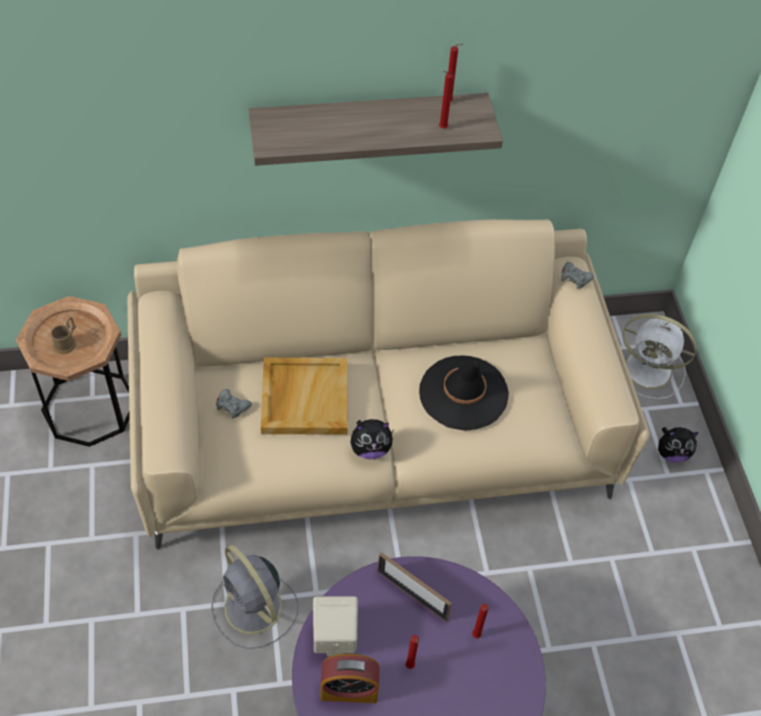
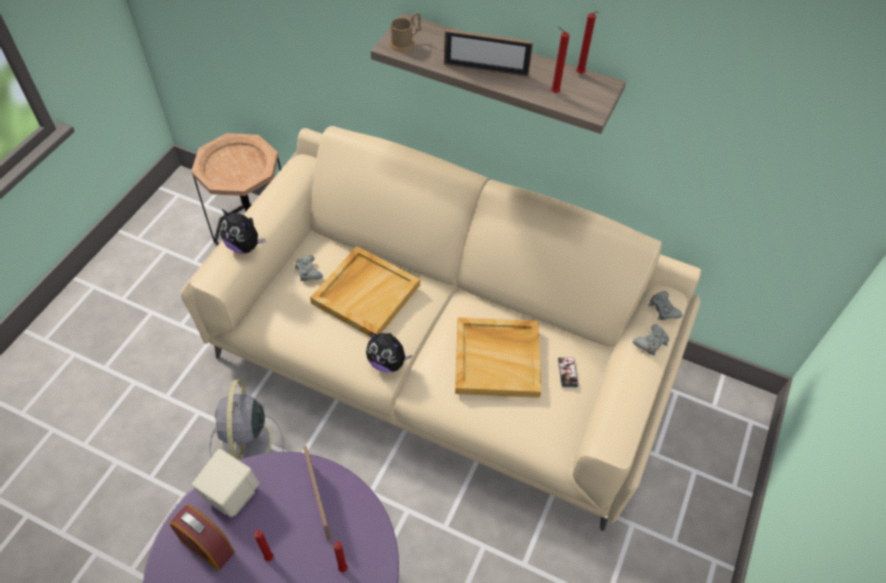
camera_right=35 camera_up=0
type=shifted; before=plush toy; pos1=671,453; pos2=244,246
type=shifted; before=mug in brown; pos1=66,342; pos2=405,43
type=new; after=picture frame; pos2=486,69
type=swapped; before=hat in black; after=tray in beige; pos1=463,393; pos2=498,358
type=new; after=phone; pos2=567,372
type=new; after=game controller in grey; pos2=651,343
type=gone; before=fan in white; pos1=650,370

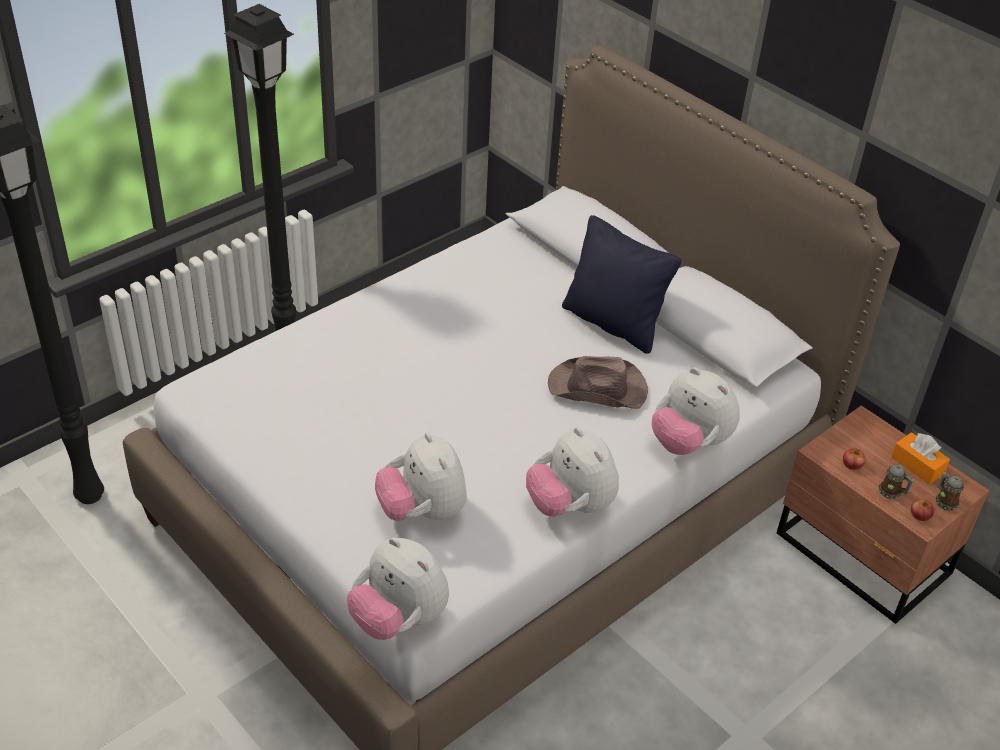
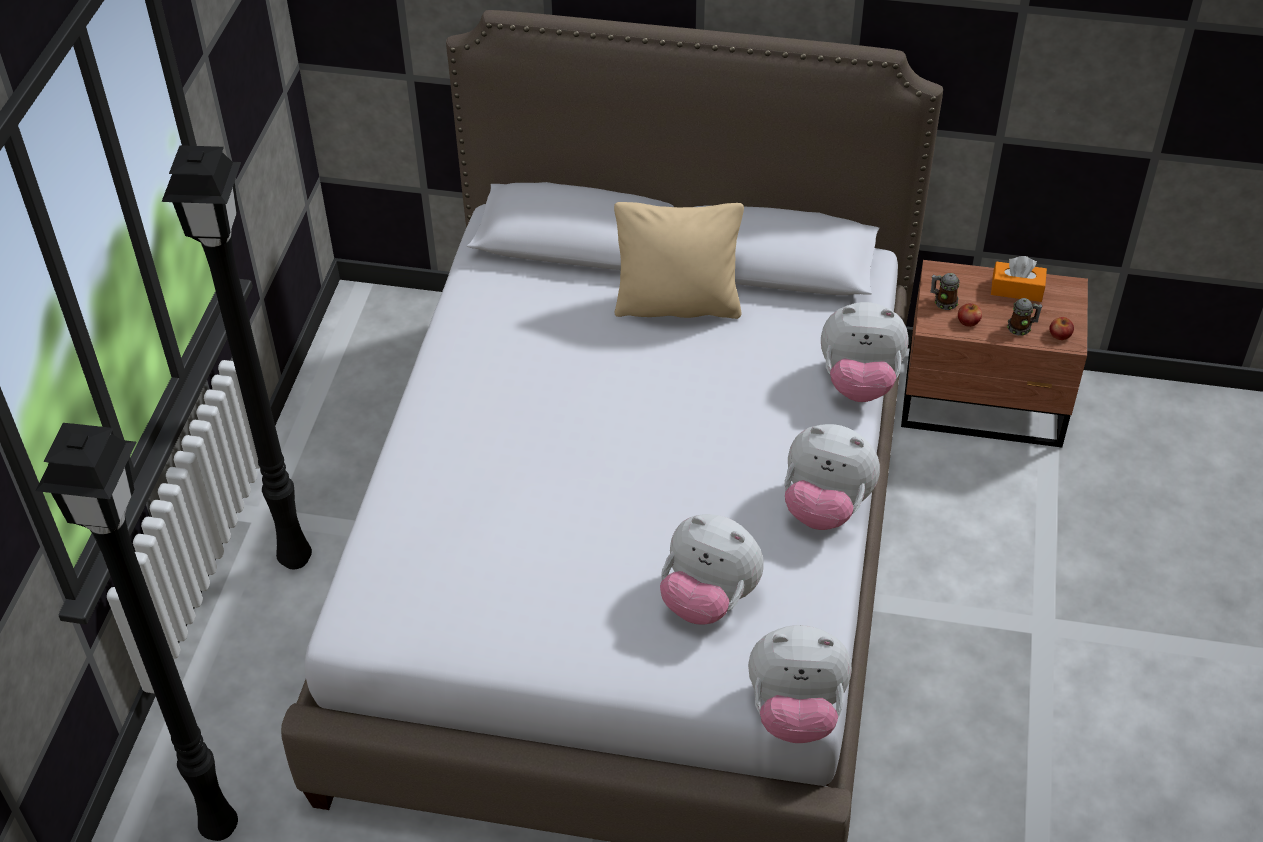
camera_right=-35 camera_up=5
type=repainted; before=pillow in black; after=pillow in beige; pos1=613,323; pos2=677,305
type=shifted; before=mug; pos1=944,501; pos2=943,301
type=gone; before=hat in brown; pos1=598,389

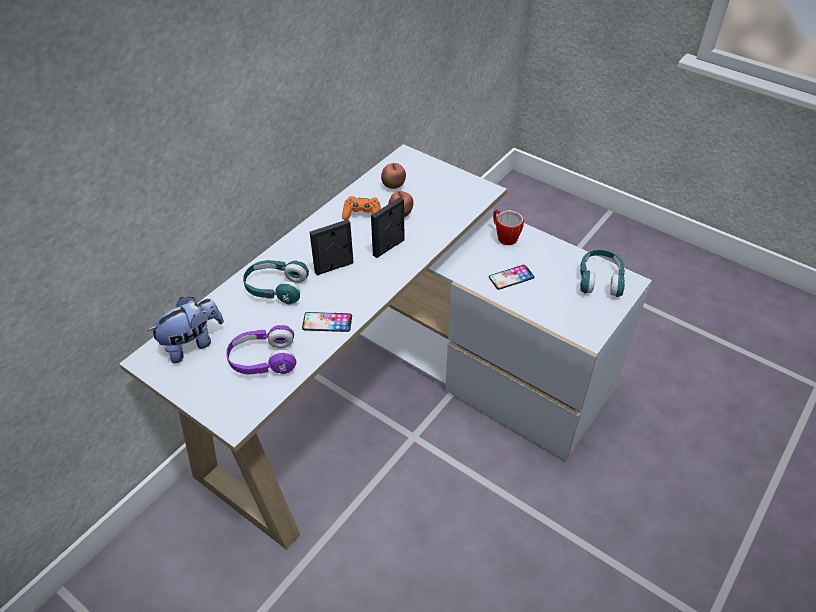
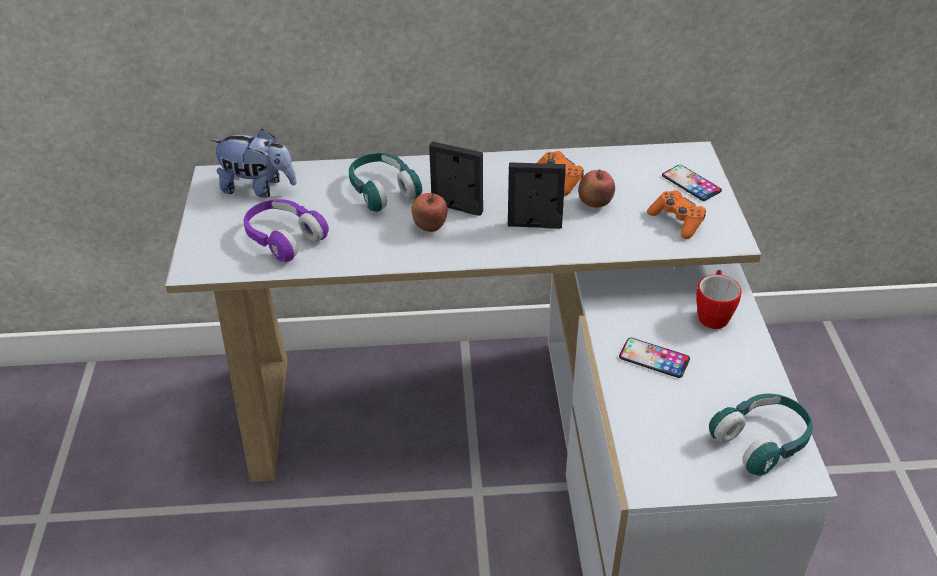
camera_right=50 camera_up=-5
type=shifted; before=apple; pos1=393,186; pos2=430,227
type=new; after=game controller in orange; pos2=677,221
type=shifted; before=phone; pos1=327,322; pos2=691,183

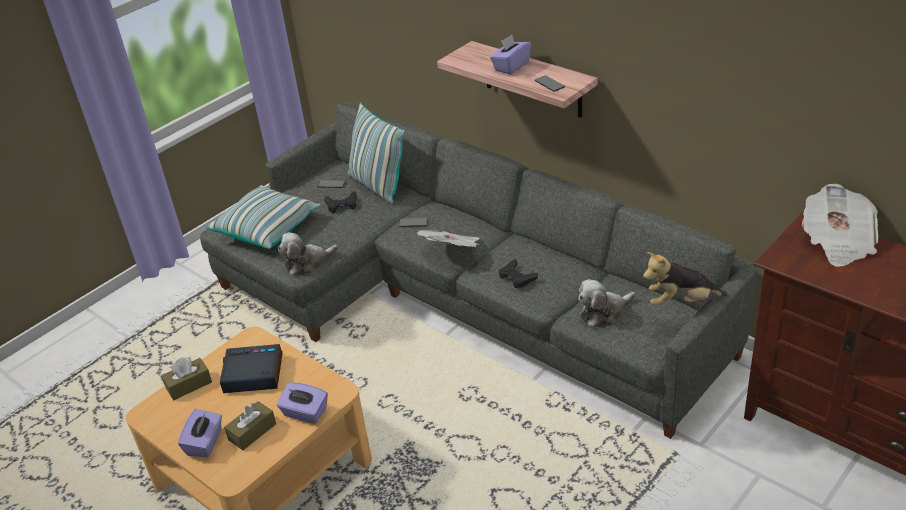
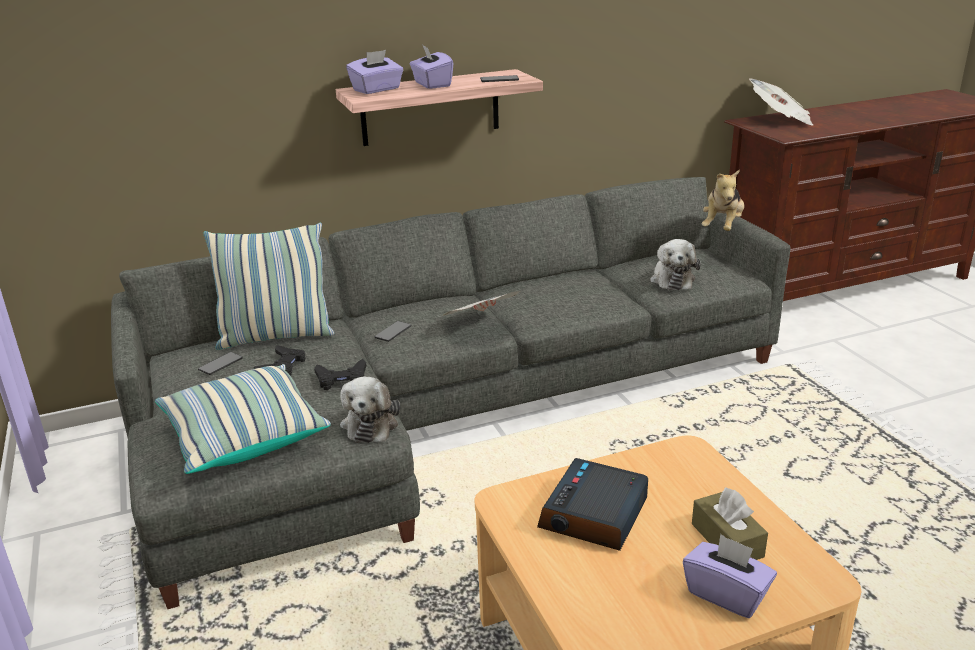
camera_right=-65 camera_up=-10
type=shifted; before=game controller in black; pos1=517,277; pos2=341,379
type=shifted; before=tissue box in purple; pos1=305,413; pos2=377,89
type=gone; before=tissue box in brown; pos1=189,385

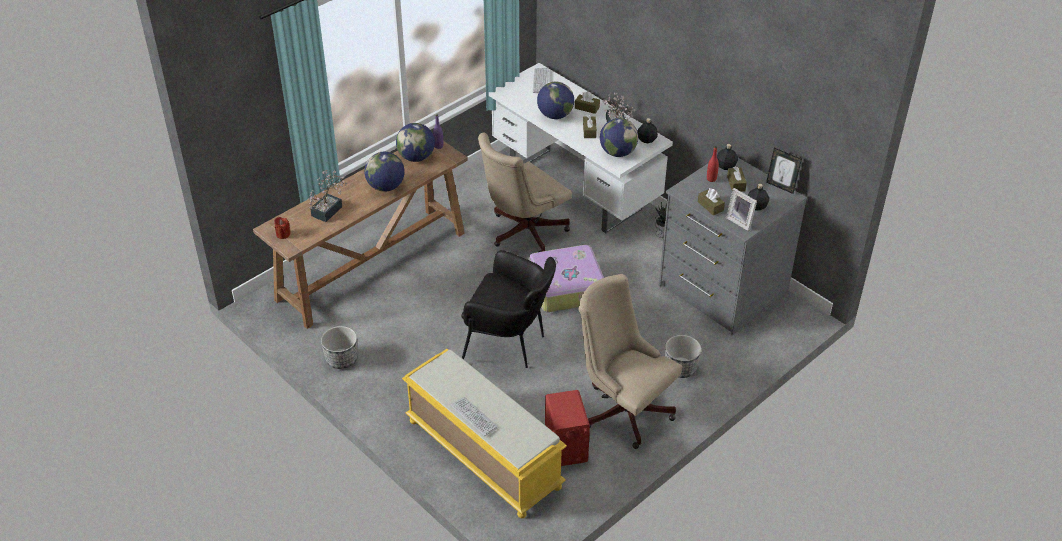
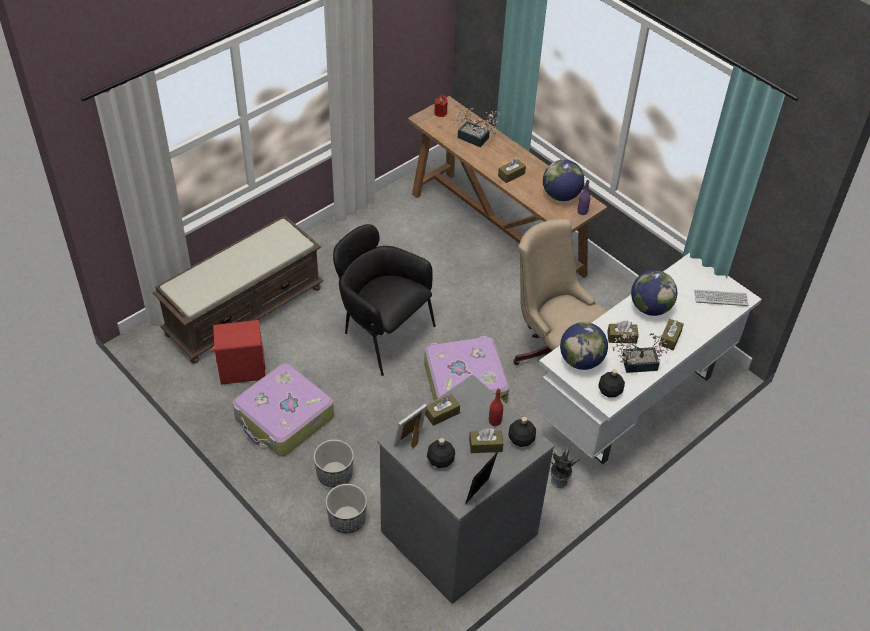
camera_right=90 camera_up=5
type=repainted; before=bench in yellow; after=bench in brown; pos1=482,454; pos2=244,310
type=swapped; before=office chair in beige; after=suitcase; pos1=623,408; pos2=284,418
type=shifted; before=planter; pos1=342,359; pos2=347,519
type=rotated; before=armchair in black; pos1=509,344; pos2=381,333; turn=105
type=swapped; before=globe; after=tissue box in brown; pos1=386,187; pos2=511,175
type=gone; before=keyboard; pos1=474,417

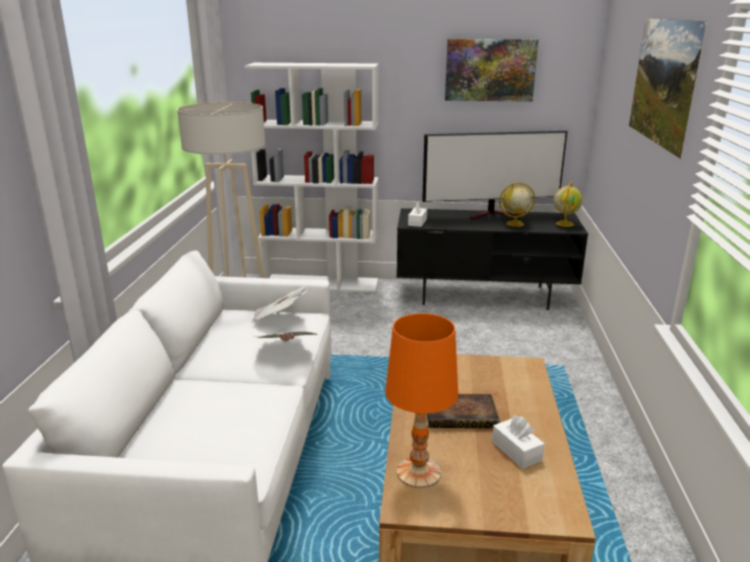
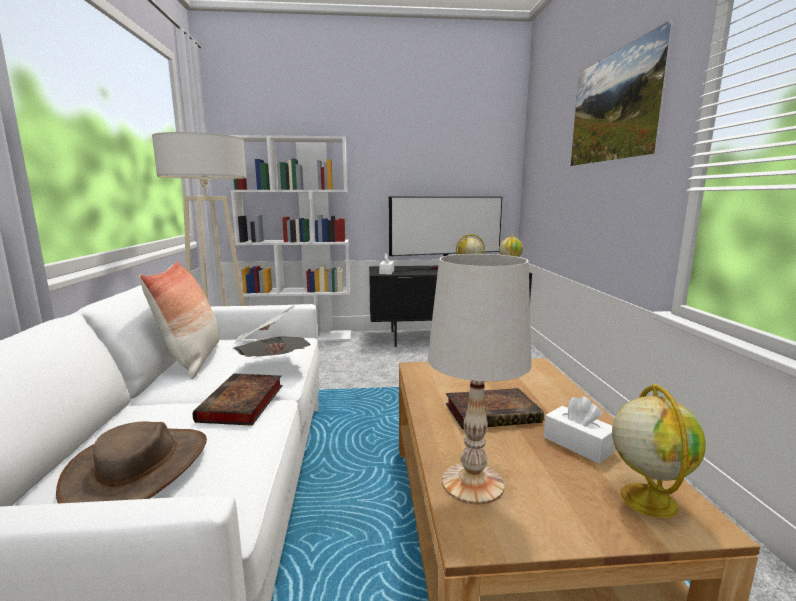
camera_right=-10 camera_up=-10
type=new; after=hat in brown; pos2=140,468
type=new; after=pillow; pos2=193,360
type=new; after=book; pos2=242,404
type=repainted; before=table lamp in orange; after=table lamp in white; pos1=419,472; pos2=473,483
type=new; after=globe; pos2=646,499
type=gone; before=picture; pos1=490,70

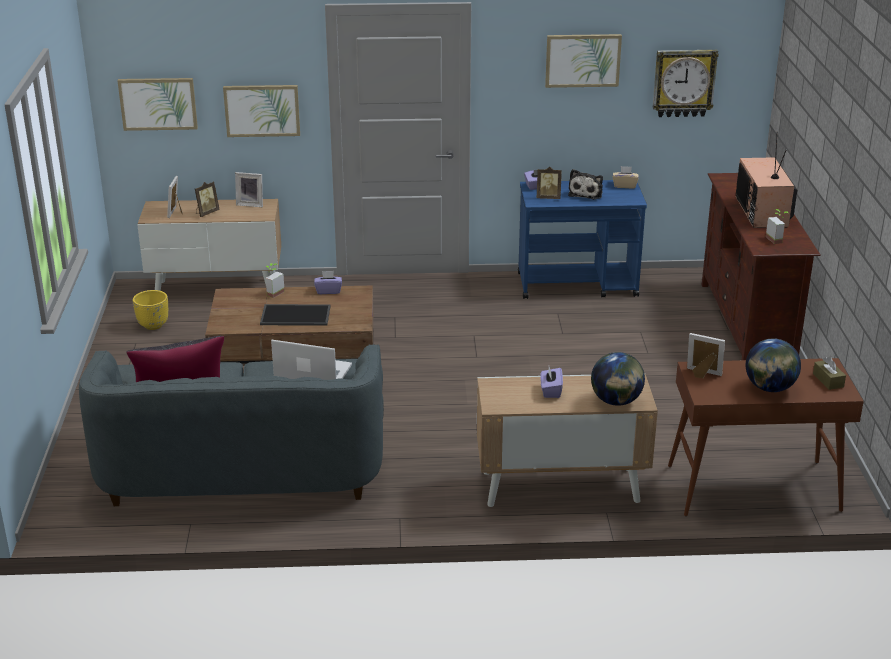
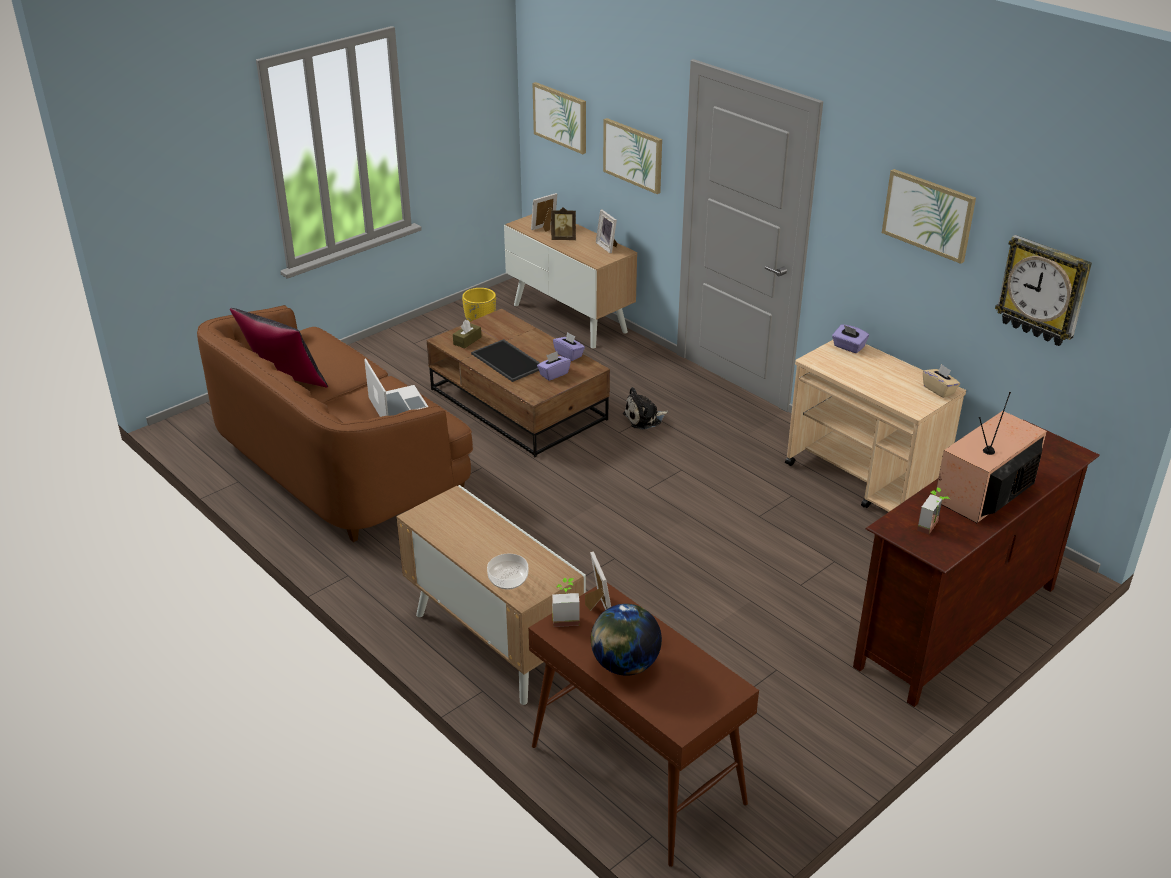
camera_right=50 camera_up=5
type=repainted; before=sofa in grey; after=sofa in brown; pos1=242,466; pos2=337,463
type=shifted; before=tissue box in brown; pos1=828,380; pos2=467,341
type=swapped; before=globe; after=bowl; pos1=616,401; pos2=508,580
type=shifted; before=tissue box in purple; pos1=550,391; pos2=553,374
type=shifted; before=potted plant; pos1=273,292; pos2=565,617
type=shifted; before=plush toy; pos1=586,193; pos2=644,418
type=repainted; before=cart in blue; after=cart in beige; pos1=578,285; pos2=864,481
type=gone; before=picture frame; pos1=548,197

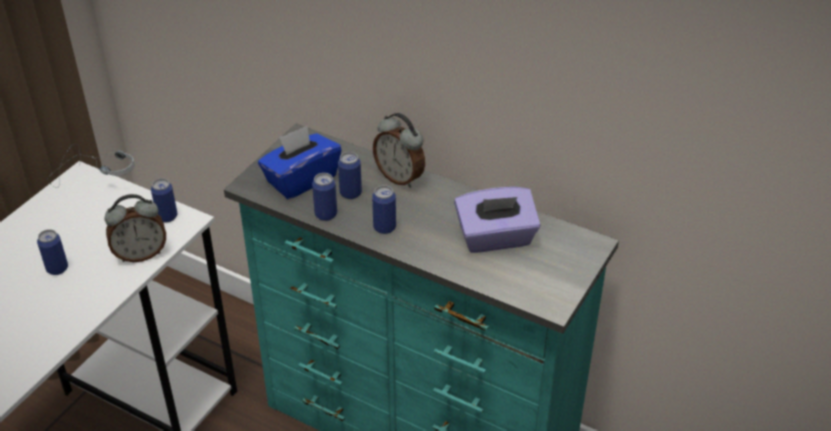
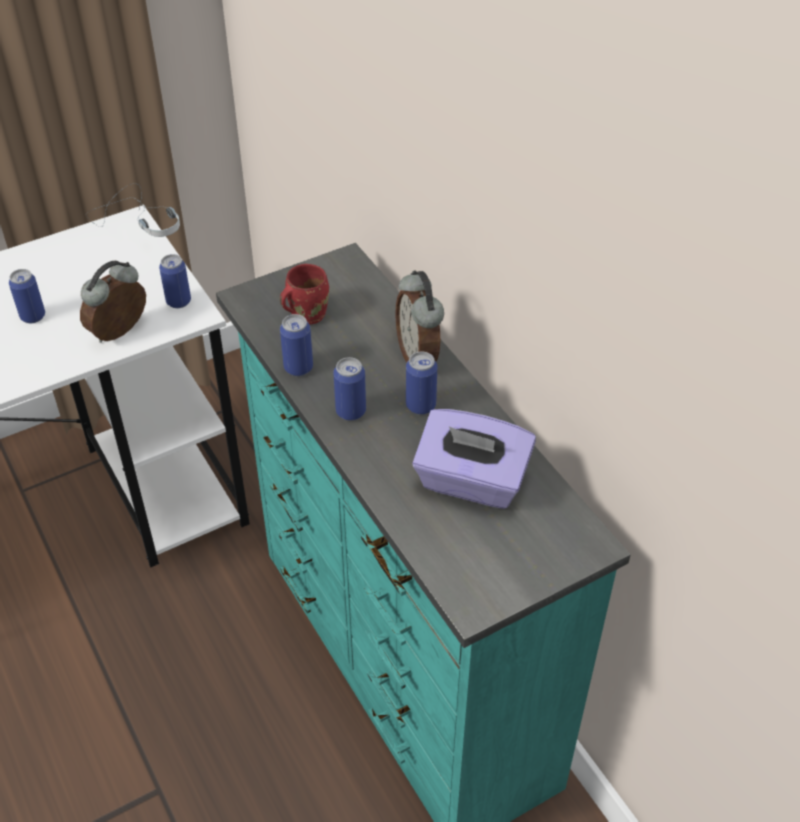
camera_right=30 camera_up=5
type=rotated; before=alarm clock; pos1=141,254; pos2=121,333; turn=120
type=swapped; before=tissue box in blue; after=mug in red; pos1=301,180; pos2=305,314
type=shifted; before=can; pos1=350,193; pos2=420,405

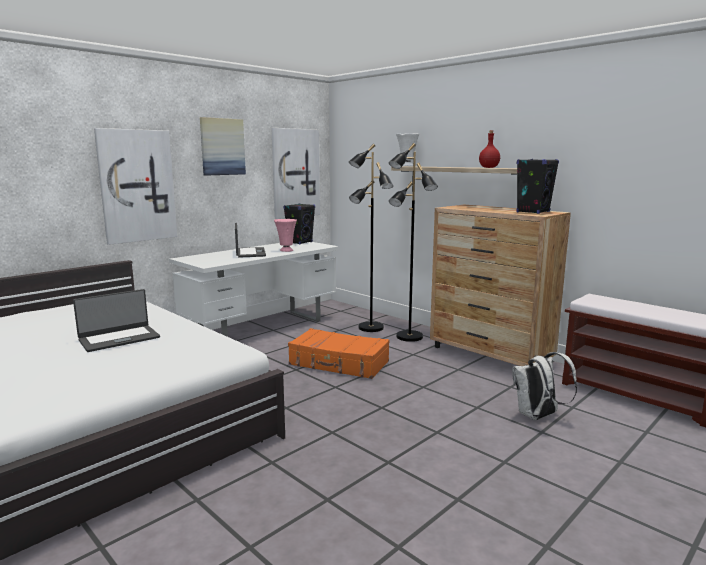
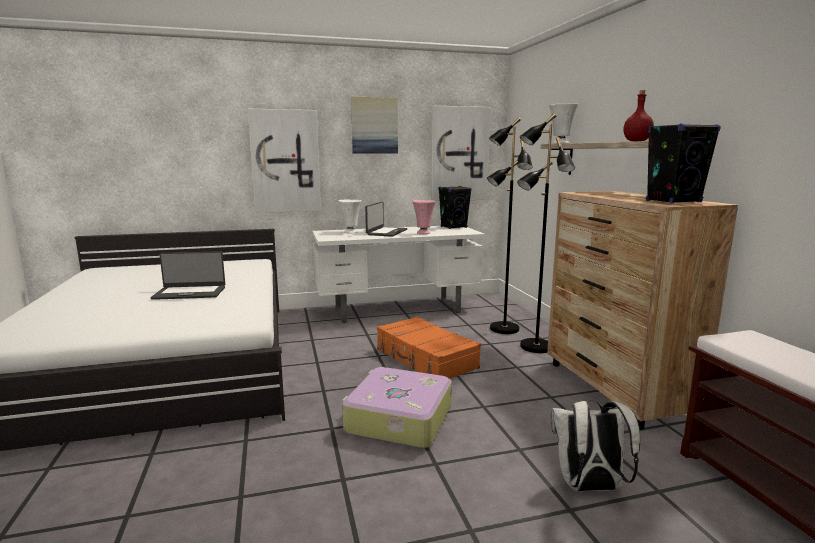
camera_right=30 camera_up=0
type=new; after=vase in white; pos2=350,232
type=new; after=suitcase; pos2=397,419

